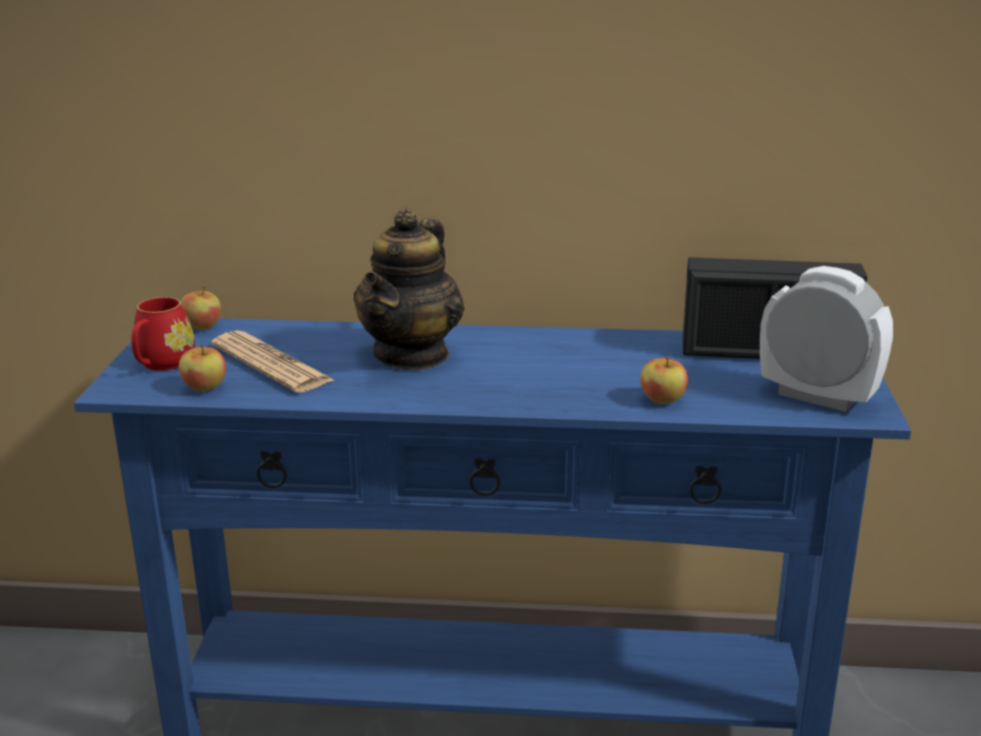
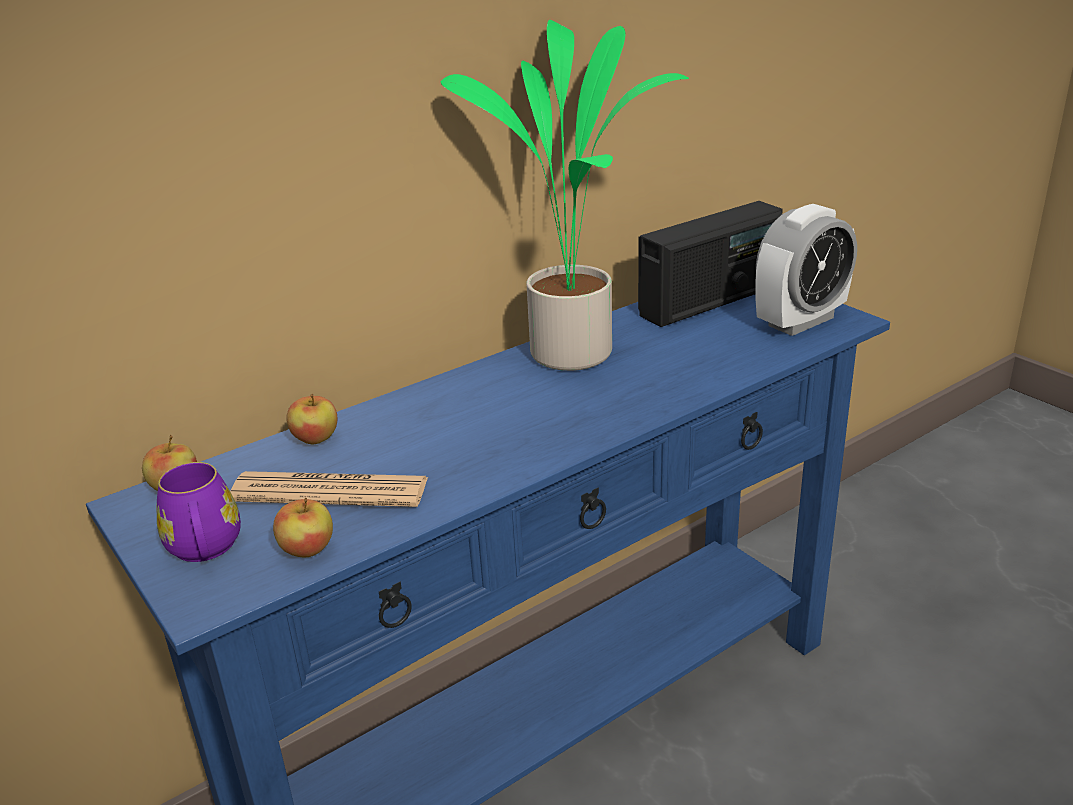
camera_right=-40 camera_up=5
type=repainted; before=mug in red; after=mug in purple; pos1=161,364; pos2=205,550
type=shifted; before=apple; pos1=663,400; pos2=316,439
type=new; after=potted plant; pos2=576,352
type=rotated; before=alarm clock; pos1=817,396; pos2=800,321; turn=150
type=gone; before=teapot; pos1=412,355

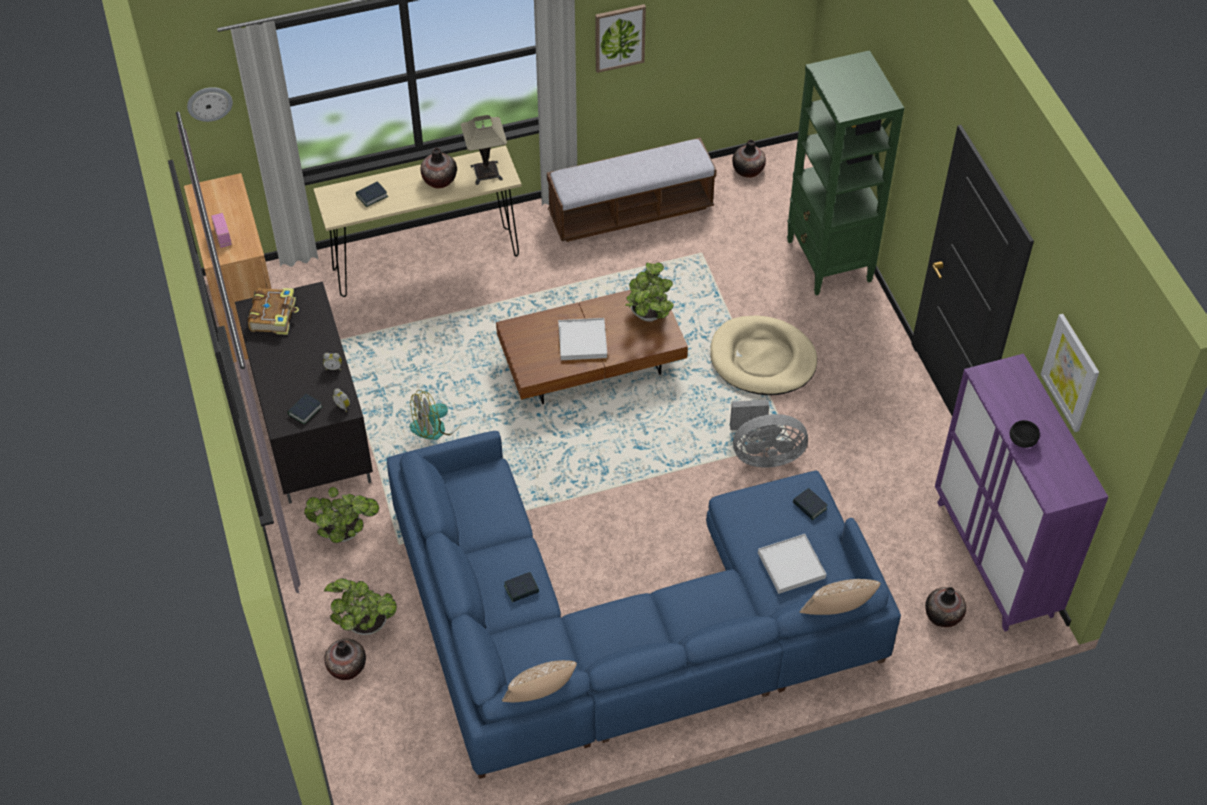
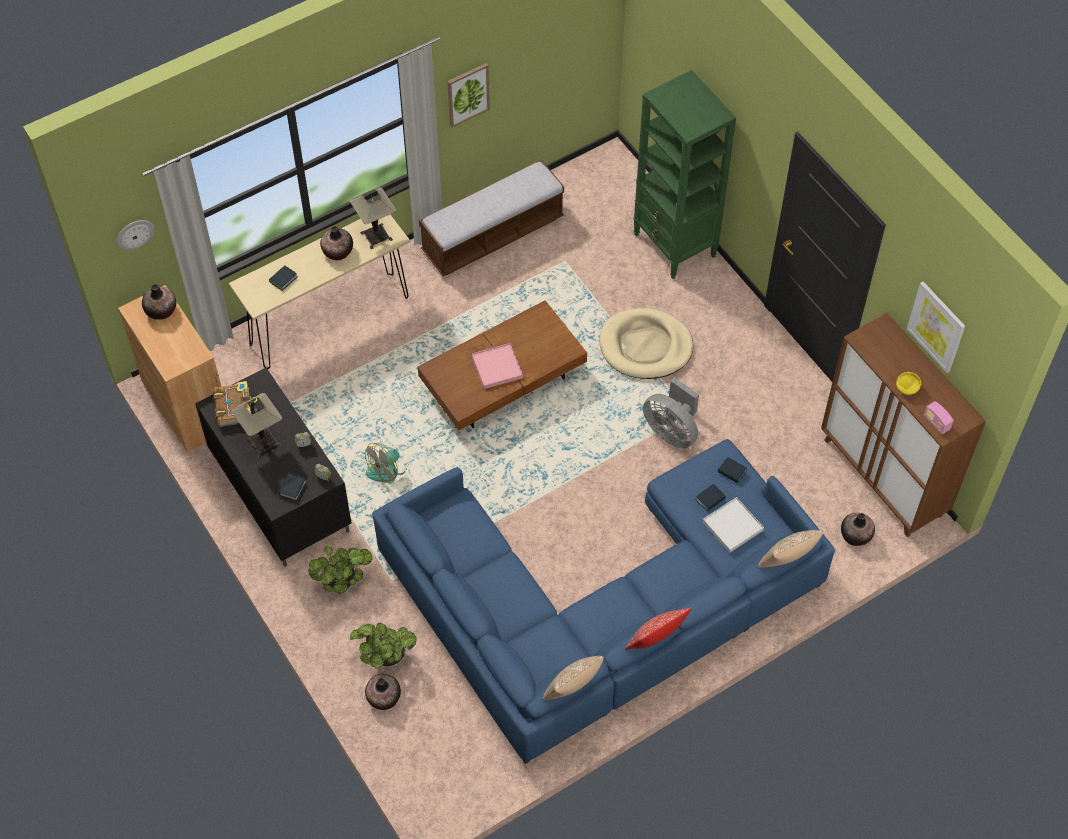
camera_right=-15 camera_up=5
type=shifted; before=vase; pos1=748,170; pos2=161,310
type=new; after=table lamp; pos2=263,442
type=repainted; before=tray in white; after=tray in pink; pos1=582,341; pos2=497,367
type=new; after=pillow; pos2=655,640
type=rotated; before=fan in grey; pos1=763,455; pos2=671,431; turn=60
type=shifted; before=book; pos1=521,589; pos2=710,499
type=repainted; before=cabinet in purple; after=cabinet in brown; pos1=994,559; pos2=883,477
type=repainted; before=bowl in black; after=bowl in yellow; pos1=1022,440; pos2=906,388
type=shifted; before=radio; pos1=223,237; pos2=936,423
type=gone; before=potted plant; pos1=648,316

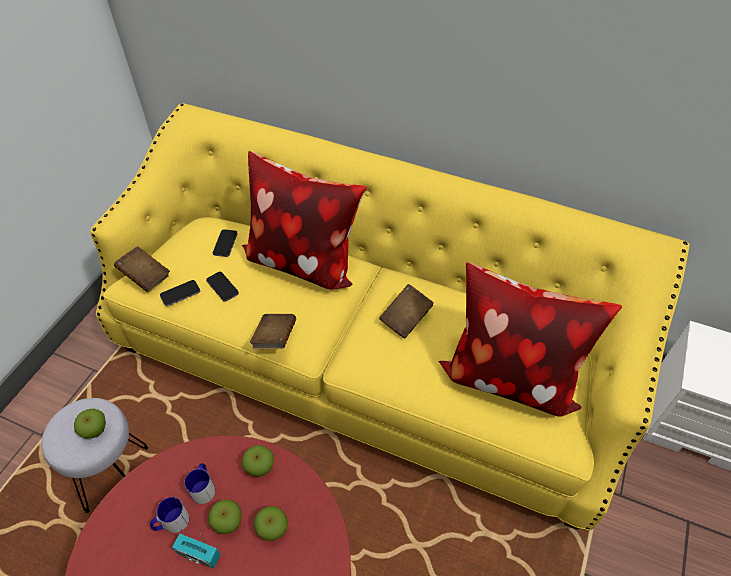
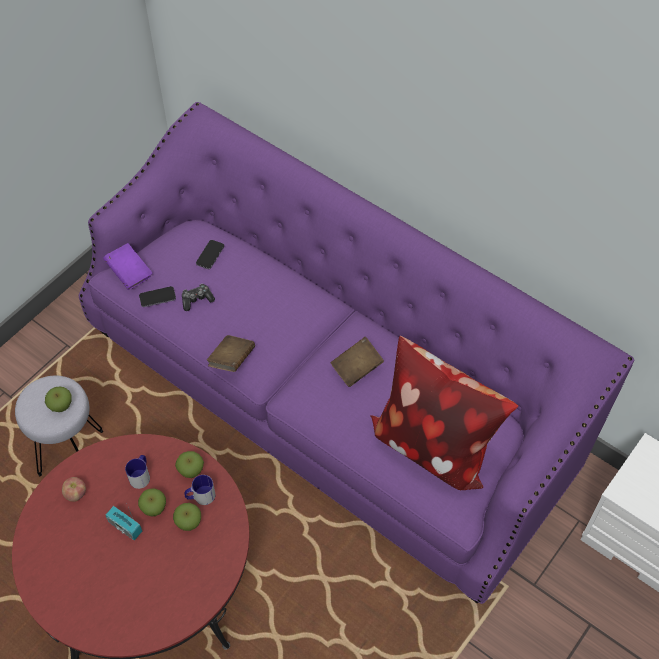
camera_right=15 camera_up=5
type=new; after=apple; pos2=76,494
type=repainted; before=sofa in yellow; after=sofa in purple; pos1=366,360; pos2=330,396
type=repainted; before=book in brown; after=book in purple; pos1=145,277; pos2=129,273
type=swapped; before=phone; after=game controller; pos1=222,287; pos2=197,299
type=shifted; before=mug; pos1=172,523; pos2=200,496
type=gone; before=pillow; pos1=303,260

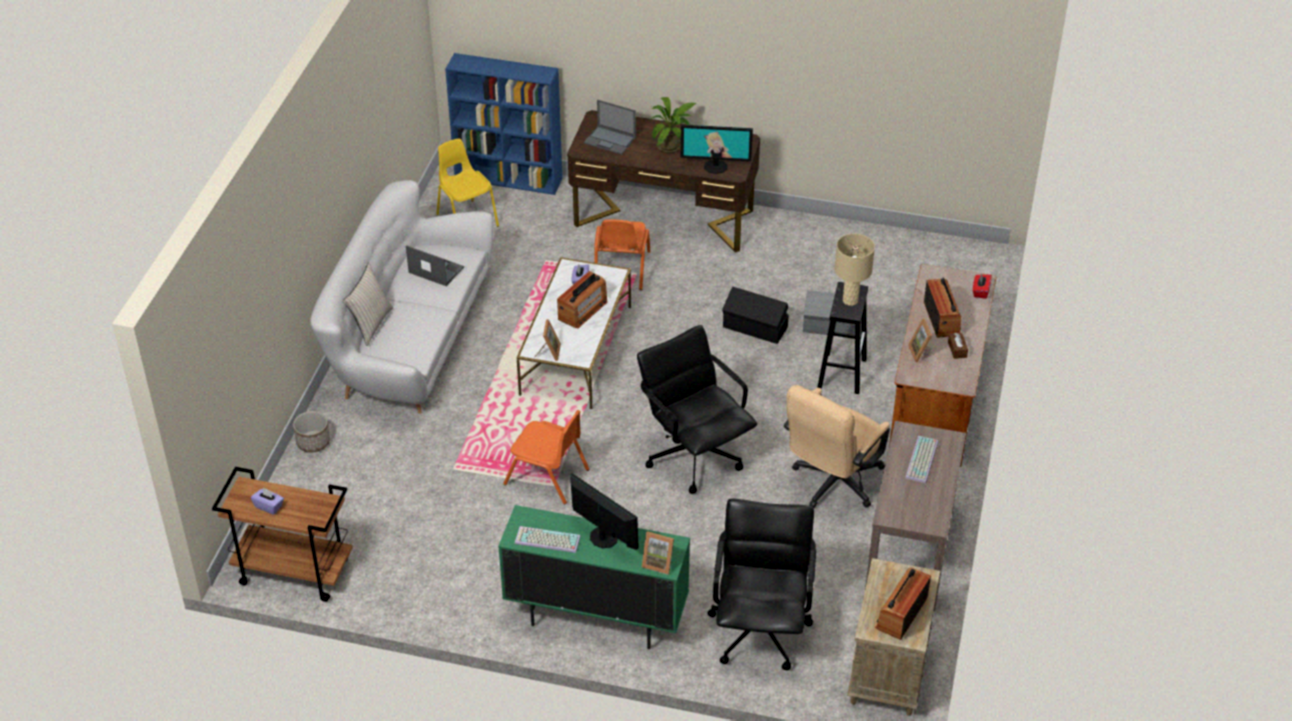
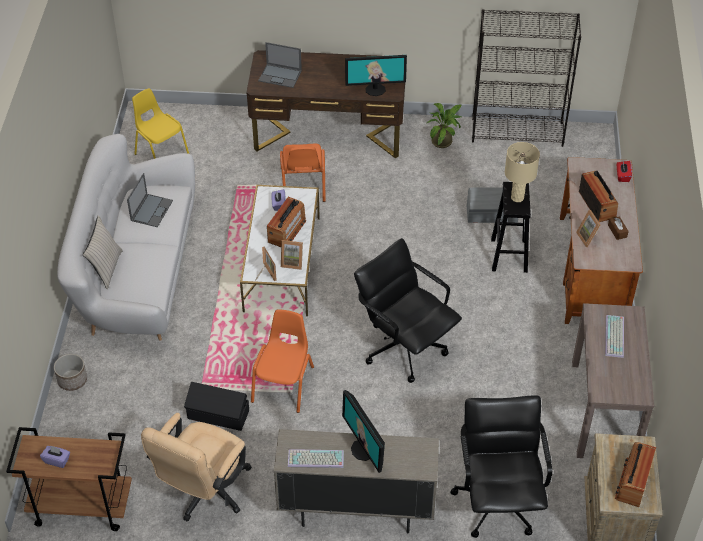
camera_right=-10 camera_up=5
type=rotated; before=laptop; pos1=435,270; pos2=151,210; turn=90
type=shifted; before=office chair in beige; pos1=832,484; pos2=204,493
type=shifted; before=storage box in black; pos1=755,328; pos2=218,415
type=rotated; before=chair in orange; pos1=547,477; pos2=284,384; turn=-90
type=repainted; before=cabinet in green; after=cabinet in beige; pos1=596,618; pos2=356,511
type=shifted; before=picture frame; pos1=658,562; pos2=292,262
type=rotated; before=monitor; pos1=603,538; pos2=363,449; turn=-150
type=shifted; before=potted plant; pos1=672,146; pos2=444,141
type=new; after=bookcase in black; pos2=518,132
type=gone; before=bookcase in blue; pos1=509,178

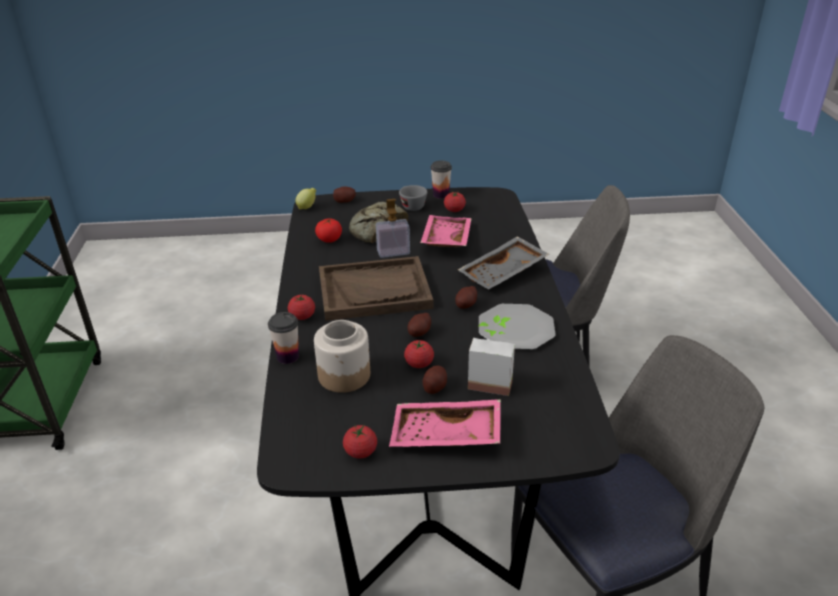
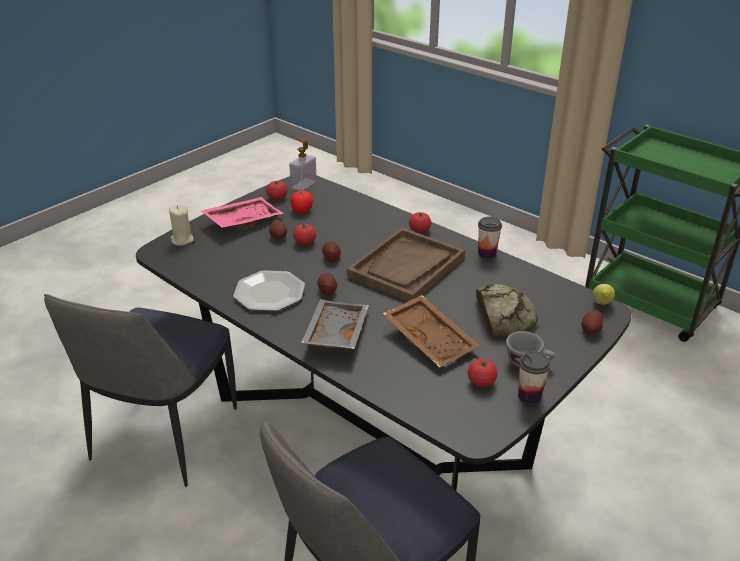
camera_right=135 camera_up=0
type=new; after=candle in beige; pos2=182,240
type=shifted; before=soap dispenser; pos1=393,252; pos2=303,185
type=shifted; before=tomato; pos1=329,239; pos2=302,210
type=repainted; before=tray in pink; after=tray in brown; pos1=445,240; pos2=431,339
type=shifted; before=cup; pos1=287,356; pos2=487,254
type=gone; before=jar; pos1=345,375
type=gone; before=potted plant; pos1=491,380

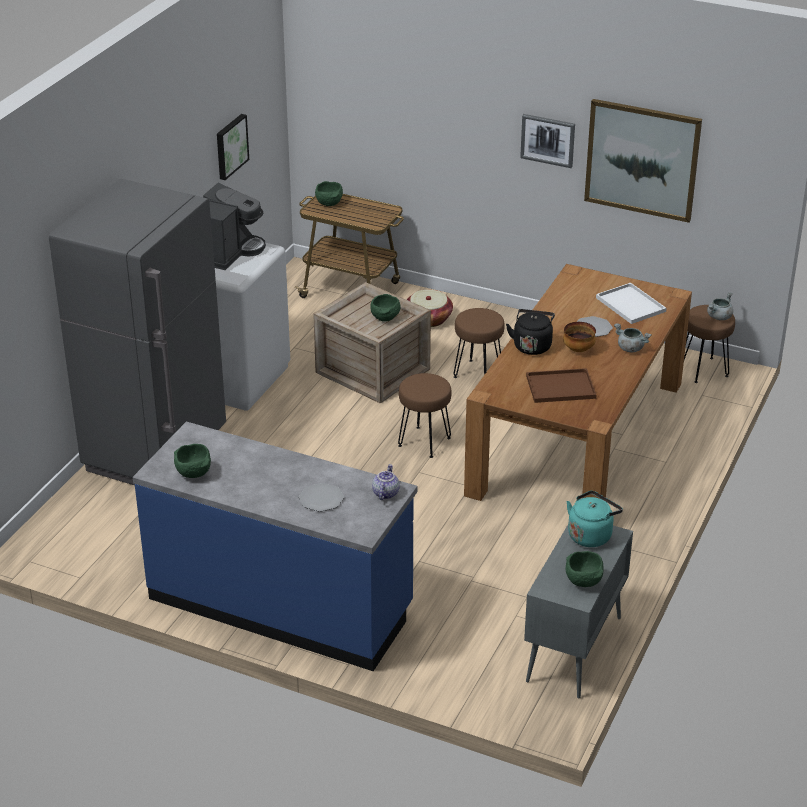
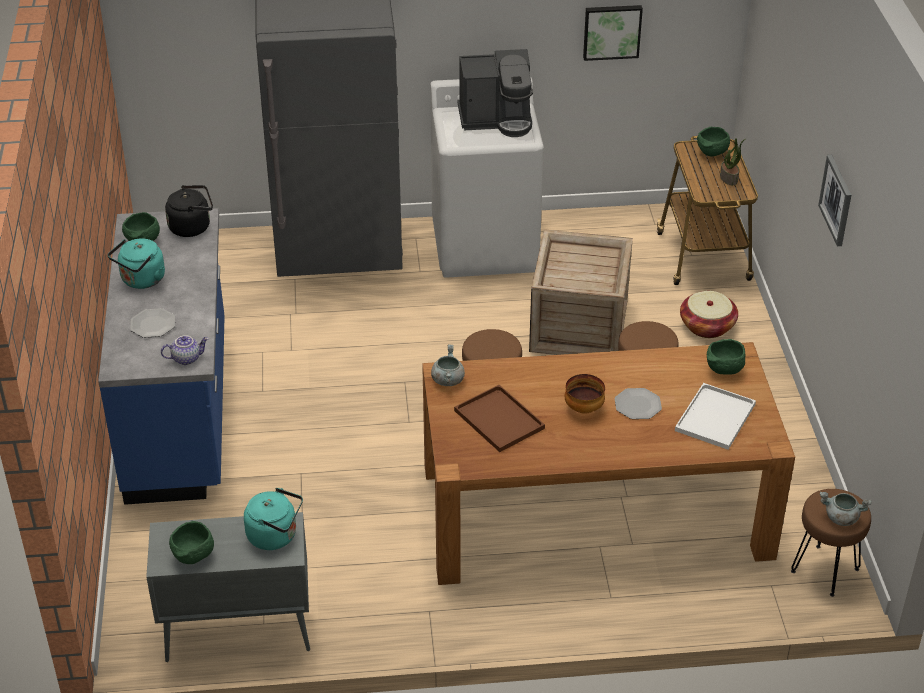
camera_right=60 camera_up=5
type=new; after=kettle in turquoise; pos2=141,281
type=shifted; before=kettle in black; pos1=532,345; pos2=192,227
type=shifted; before=cooking pot in grey; pos1=630,348; pos2=447,380
type=shifted; before=bowl in green; pos1=385,319; pos2=724,370
type=new; after=potted plant; pos2=729,178
type=gone; before=picture; pos1=642,160

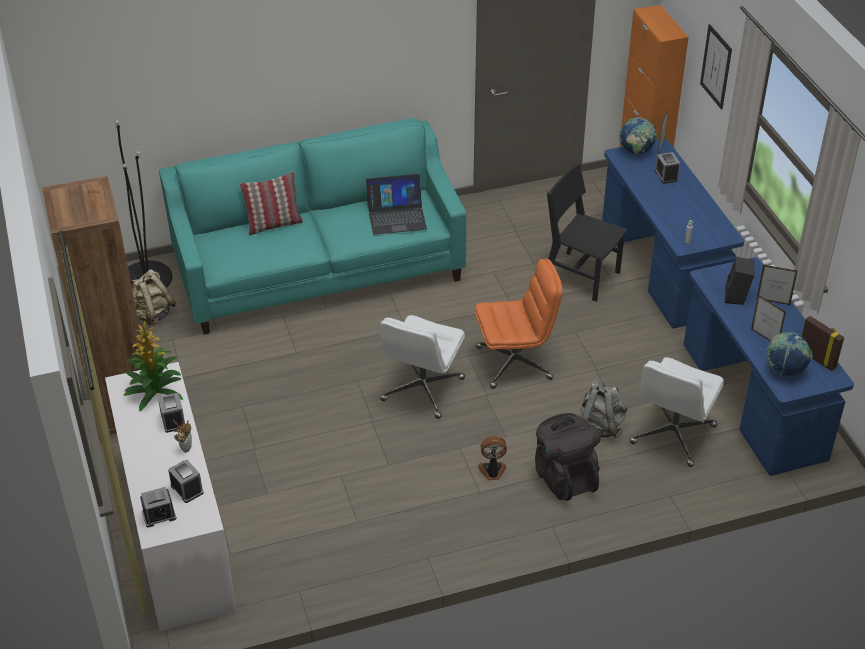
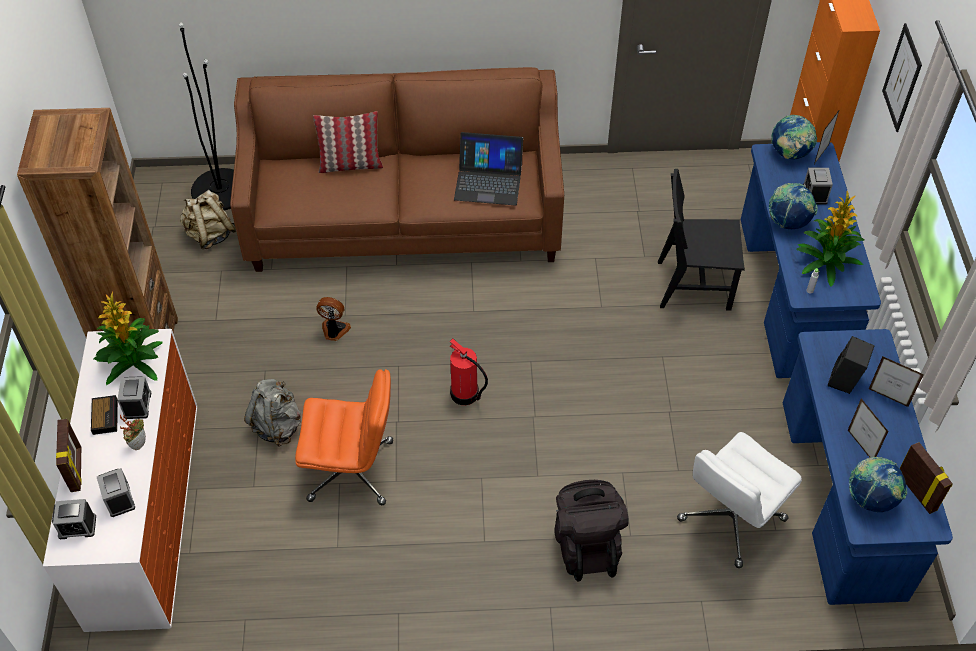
camera_right=15 camera_up=10
type=new; after=picture frame; pos2=77,469
type=new; after=alarm clock; pos2=105,416
type=repainted; before=sofa in turquoise; after=sofa in brown; pos1=318,270; pos2=403,217
type=shifted; before=backpack in grey; pos1=600,426; pos2=277,426
type=shifted; before=office chair in orange; pos1=515,363; pos2=352,470
type=shifted; before=fan; pos1=492,471; pos2=334,331
type=swapped; before=office chair in white; after=fire extinguisher; pos1=422,390; pos2=465,394
type=rotated; before=chair in black; pos1=581,276; pos2=693,285; turn=-45
type=new; after=globe; pos2=788,222
type=new; after=potted plant; pos2=825,261

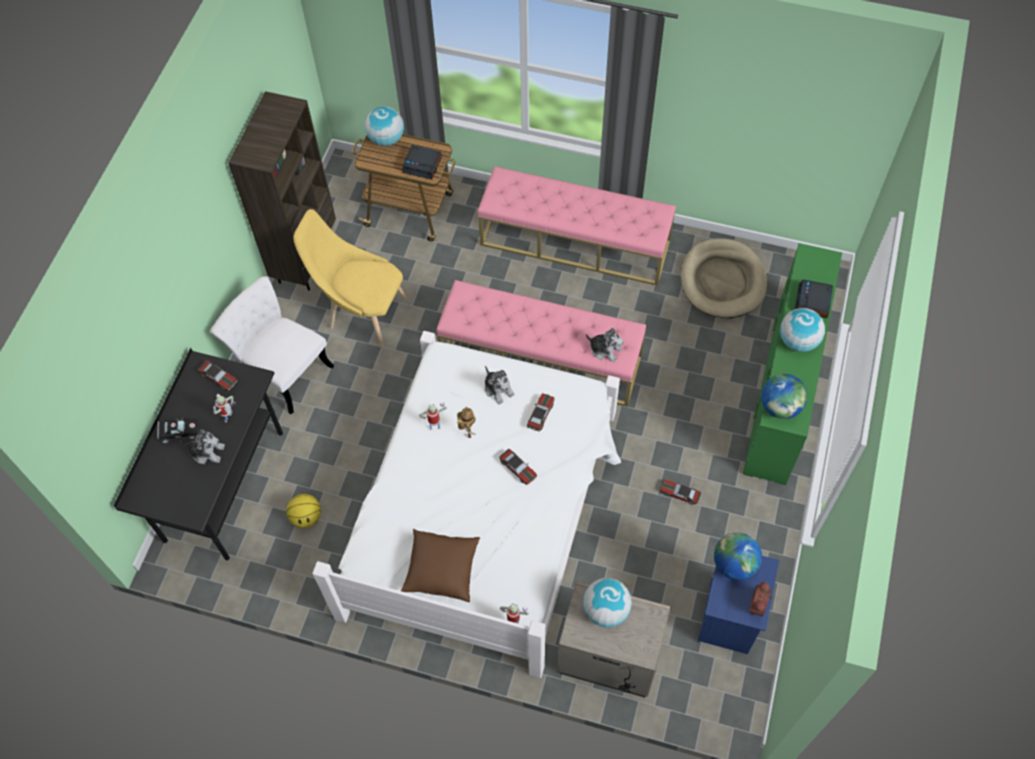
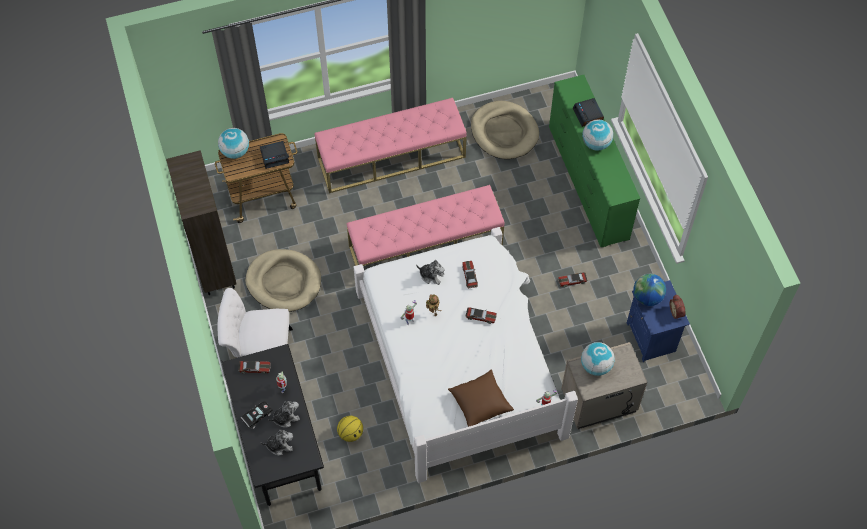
camera_right=-35 camera_up=0
type=swapped; before=chair in yellow; after=dog bed in beige; pos1=362,312; pos2=284,282
type=shifted; before=plush toy; pos1=605,349; pos2=280,445
type=gone; before=globe; pos1=780,407

